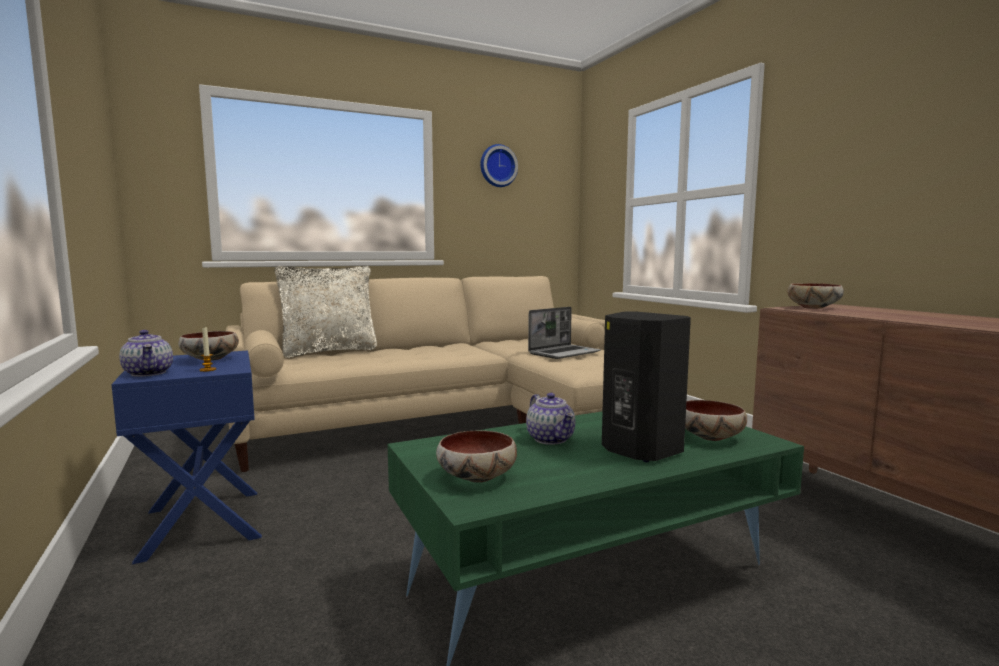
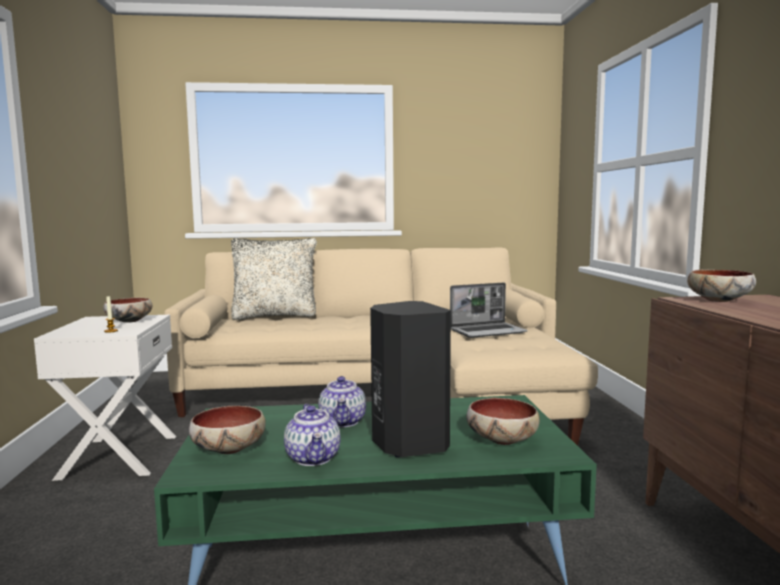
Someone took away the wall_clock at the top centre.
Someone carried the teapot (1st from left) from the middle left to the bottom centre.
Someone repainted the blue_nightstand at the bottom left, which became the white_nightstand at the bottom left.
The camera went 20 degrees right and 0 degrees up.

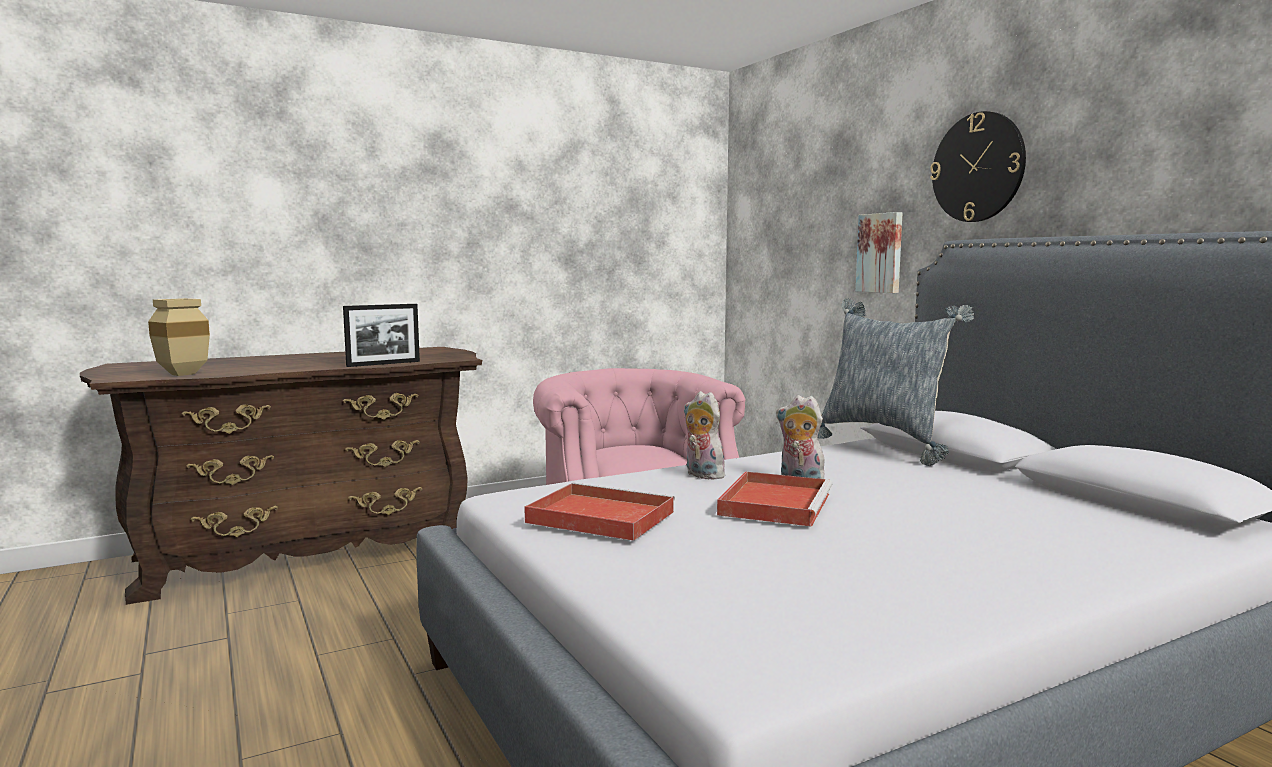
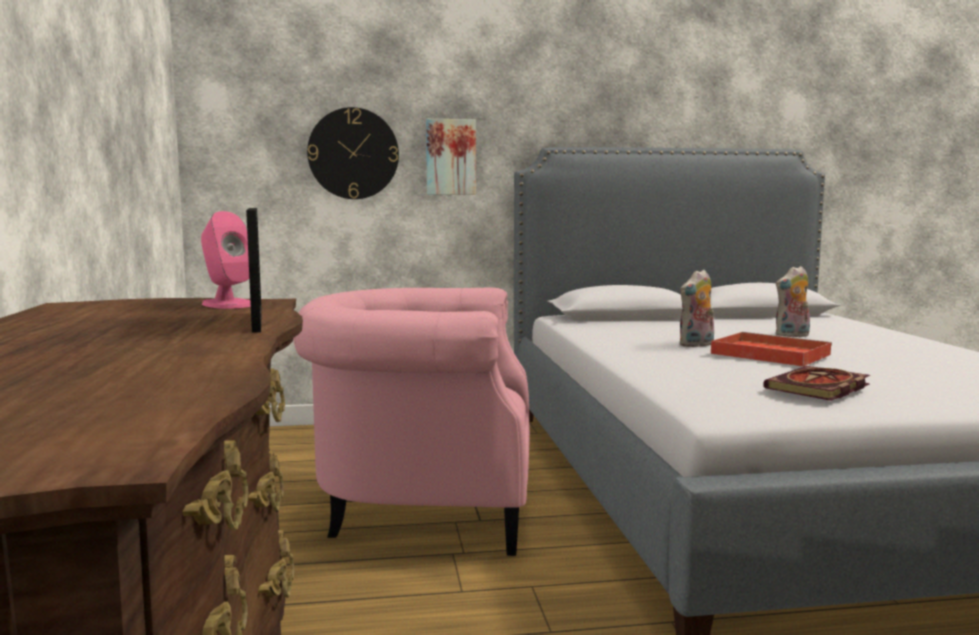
Someone took away the beige_vase at the middle left.
Someone took away the pillow at the middle right.
Someone put down the pink_speaker at the middle left.
Someone carried the plush_toy (1st from left in the first image) from the centre to the middle right.
Someone carried the wall_clock from the top right to the top centre.
Someone swapped the red_tray (1st from left) at the bottom centre for the book at the middle right.
The camera went 70 degrees left and 0 degrees up.

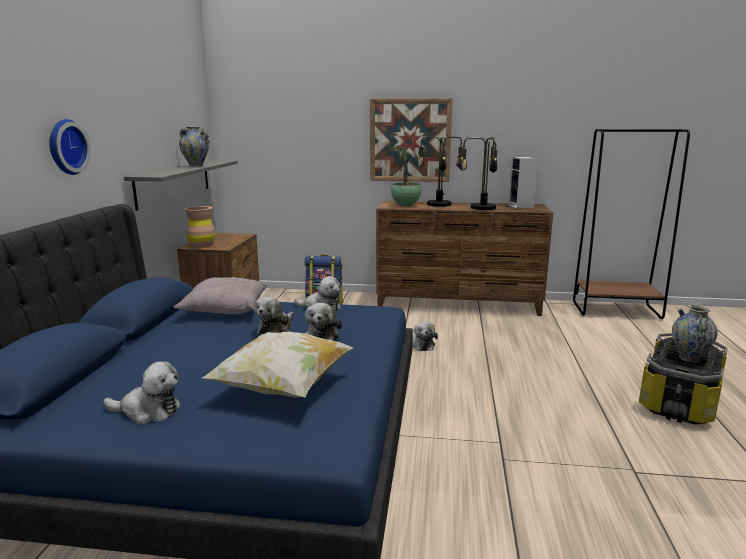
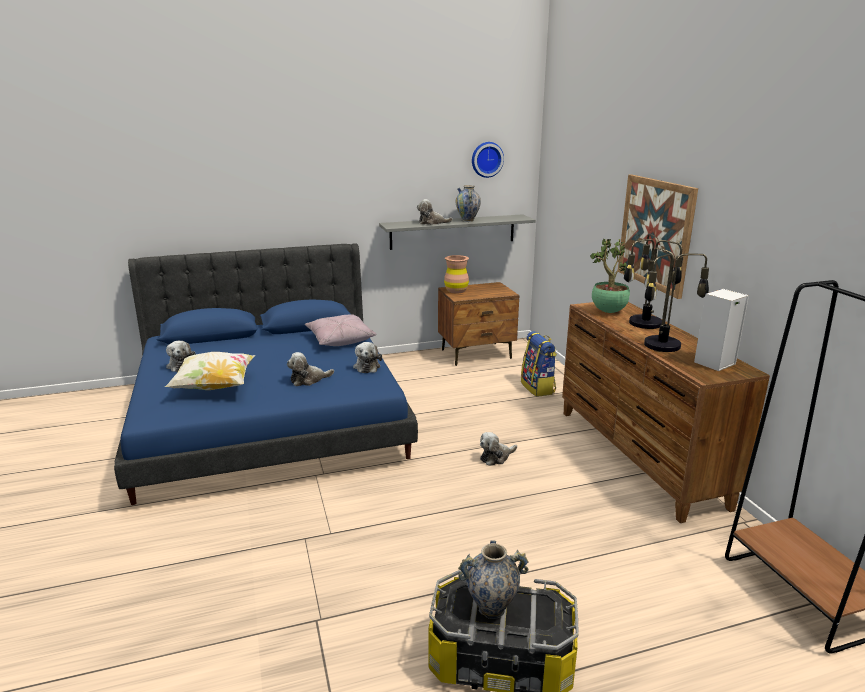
Someone carried the wall_clock from the top left to the top centre.
Someone carried the plush_toy (2nd from left in the first image) from the centre to the top centre.
The camera went 65 degrees right and 5 degrees up.

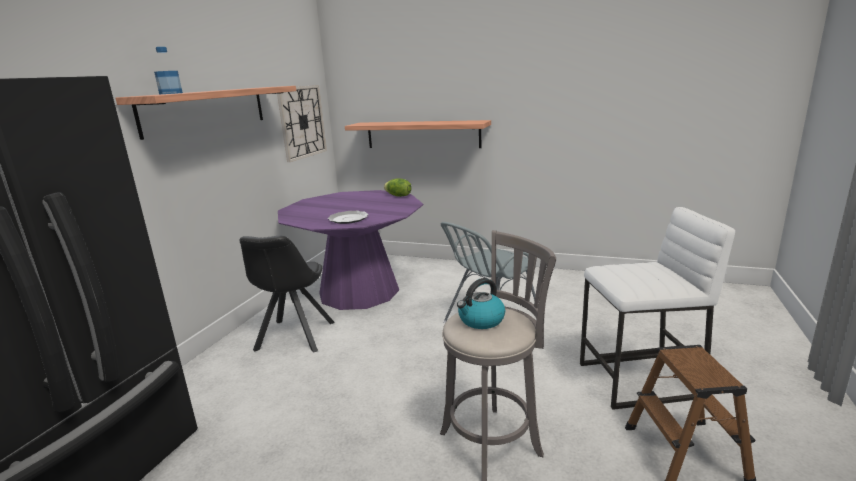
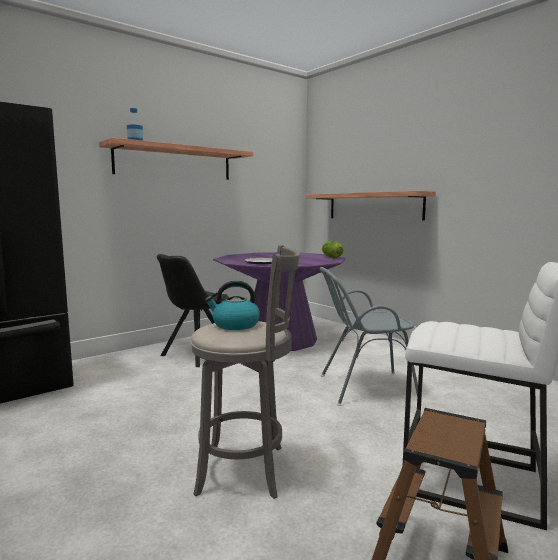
Someone took away the wall_clock at the top centre.
The camera went 30 degrees right and 10 degrees down.

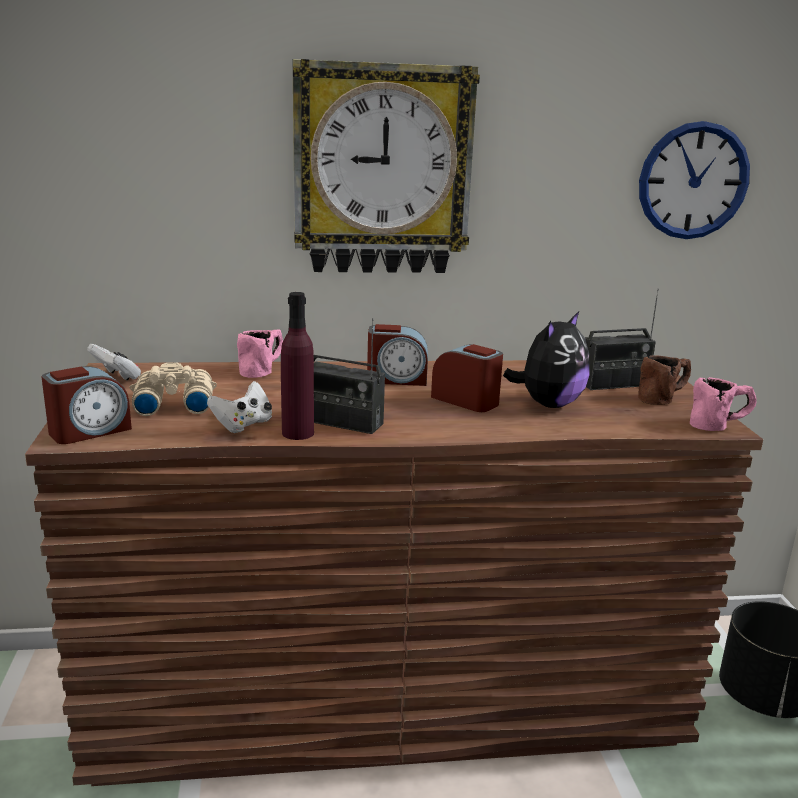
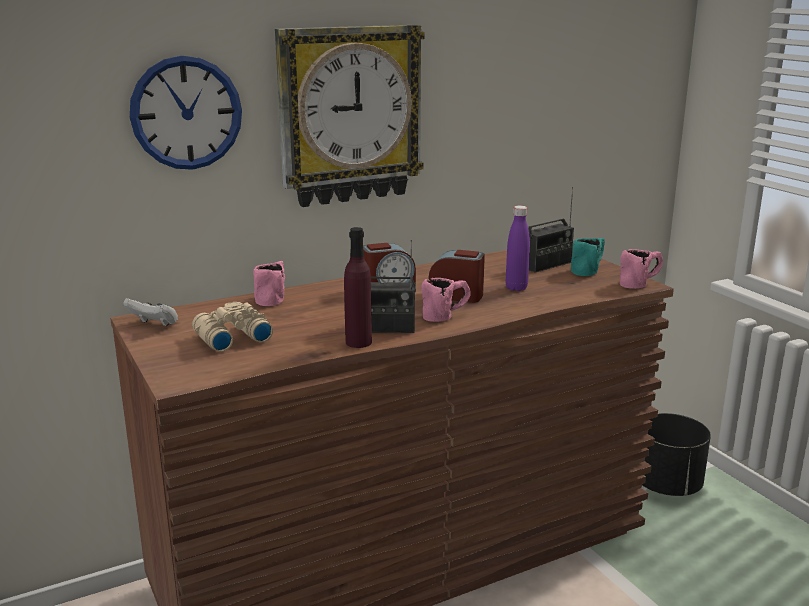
Someone took away the alarm_clock (1st from left) at the middle left.
Someone took away the white_game_controller (2nd from left) at the middle left.
Someone put down the pink_mug (2nd from left) at the centre.
Someone carried the wall_clock (2nd from left in the first image) from the top right to the top left.
Someone swapped the plush_toy at the middle right for the purple_bottle (2nd from left) at the centre.
Someone repainted the brown_mug at the middle right, which became the turquoise_mug at the middle right.
The camera went 20 degrees left and 0 degrees up.

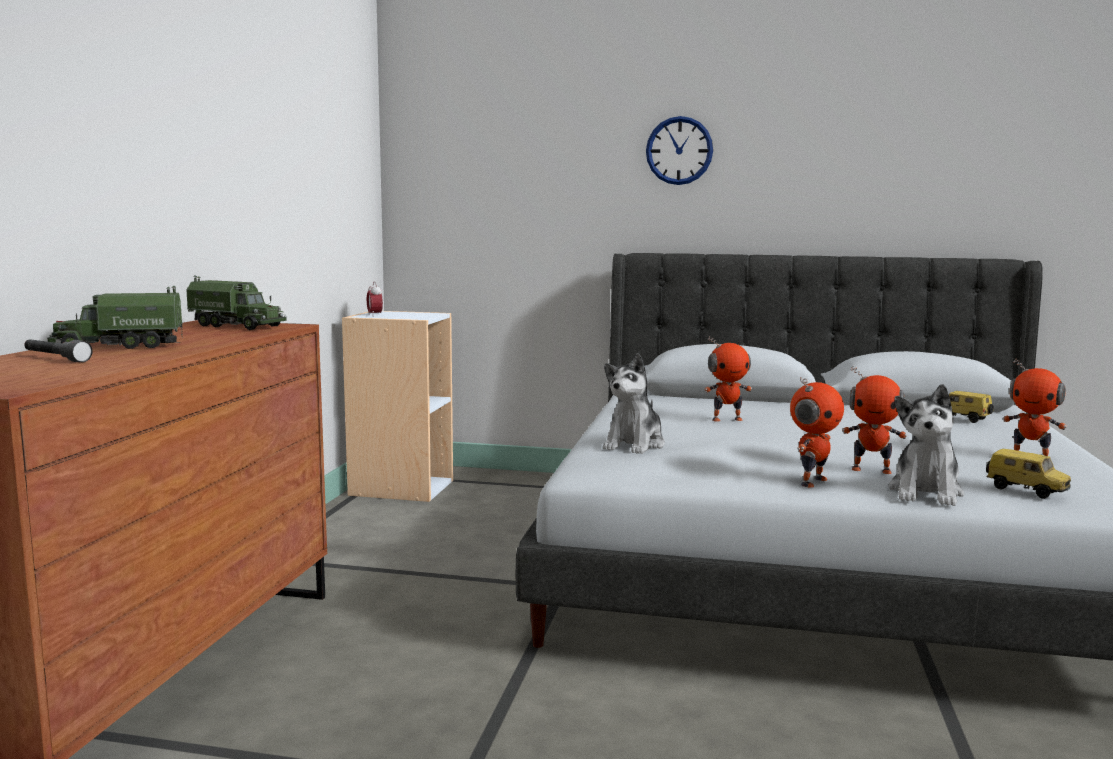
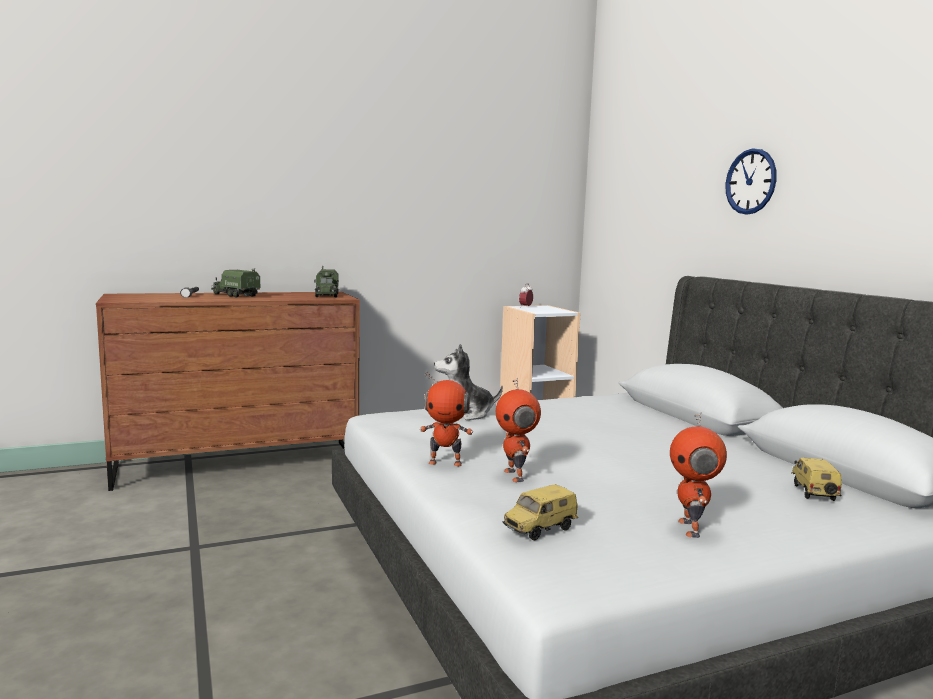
Someone took away the toy_robot (1st from left) at the centre.
Someone took away the plush_toy (2nd from left) at the middle right.
Someone rotated the toy_car (2nd from left in the first image) at the middle right by 45 degrees clockwise.
The camera went 55 degrees right and 0 degrees up.

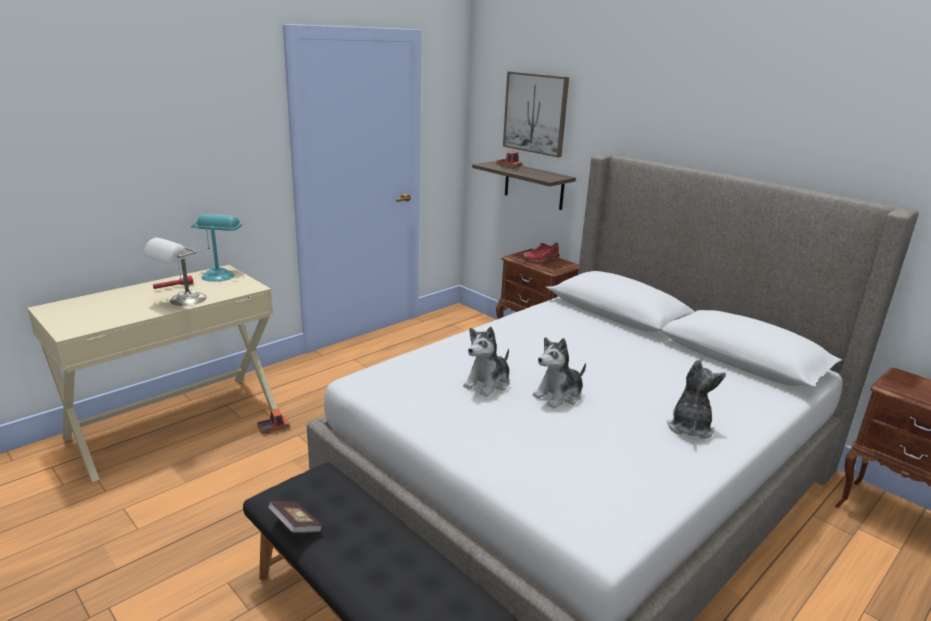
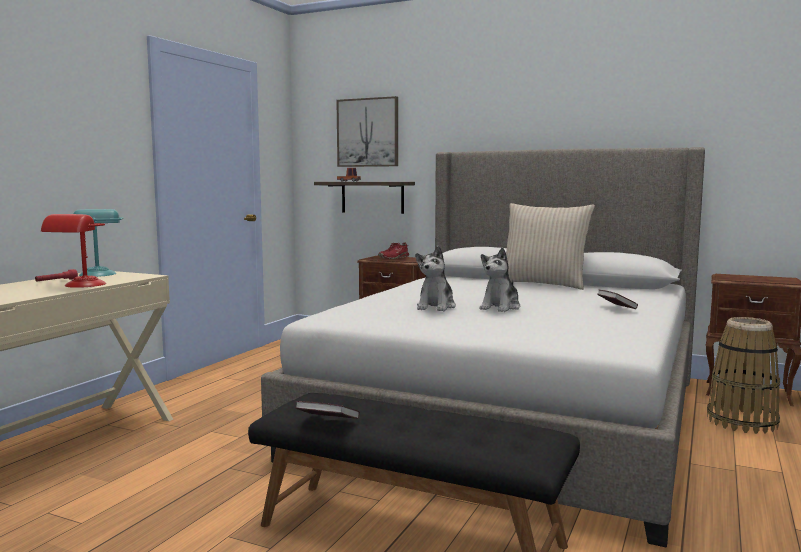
Someone took away the toy_truck (1st from left) at the bottom left.
Someone put down the beige_pillow at the middle right.
Someone put down the basket at the bottom right.
Someone swapped the plush_toy (3rd from left) at the middle right for the book (2nd from left) at the middle right.
Someone repainted the white_table_lamp at the middle left, which became the red_table_lamp at the middle left.
The camera went 20 degrees left and 15 degrees down.

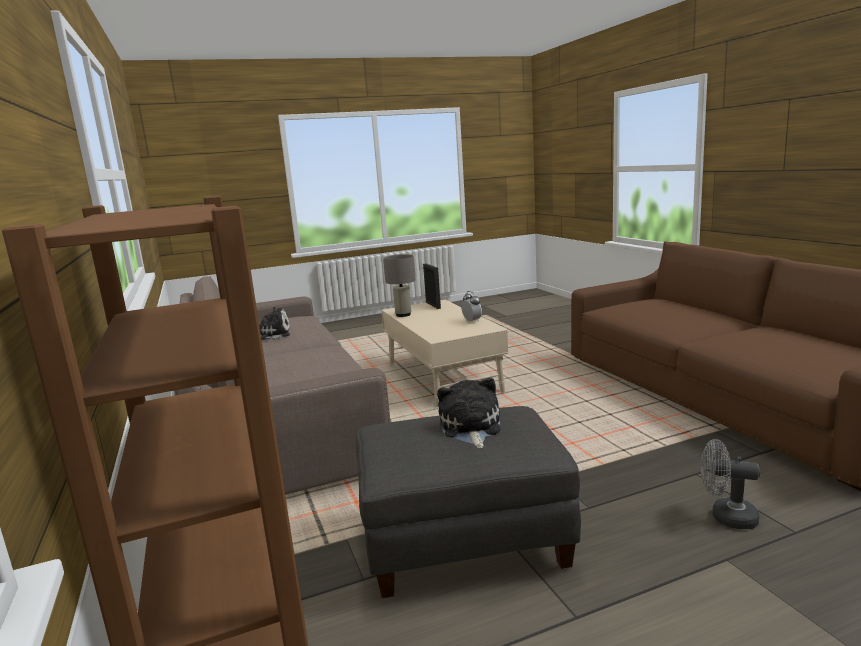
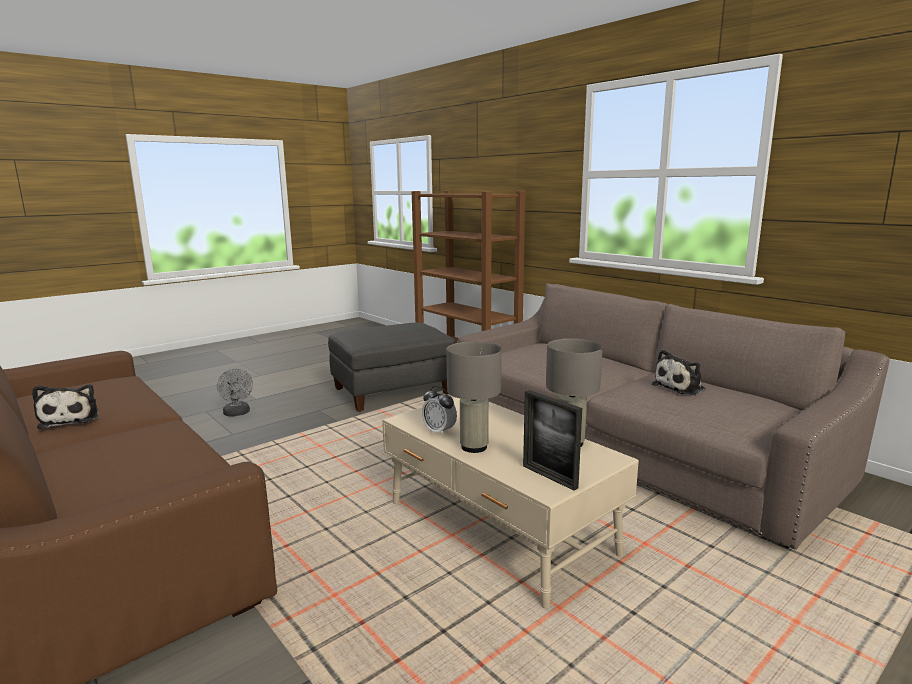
Someone put down the grey_table_lamp (1st from left) at the centre.
Someone carried the plush_toy (2nd from left in the first image) from the centre to the middle left.
Someone rotated the grey_fan at the bottom right by 60 degrees clockwise.
The camera went 160 degrees right and 0 degrees up.

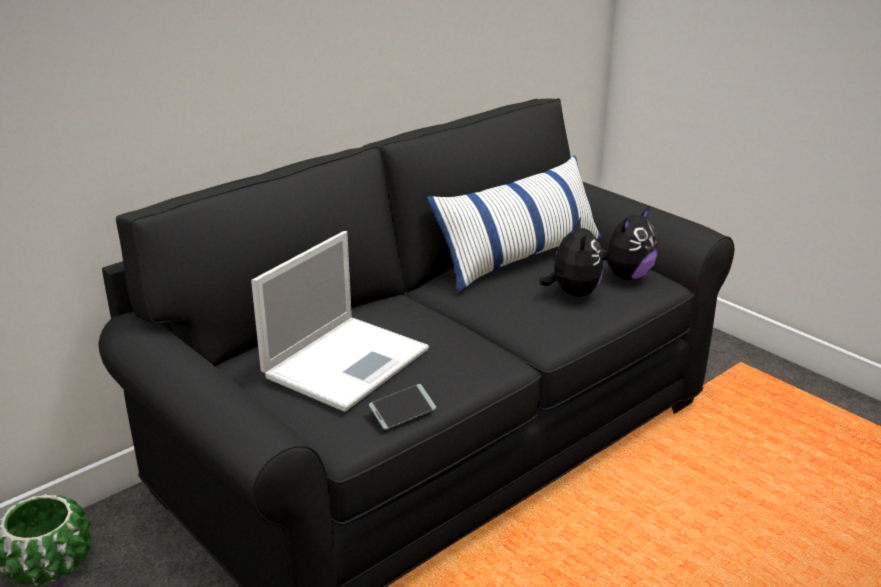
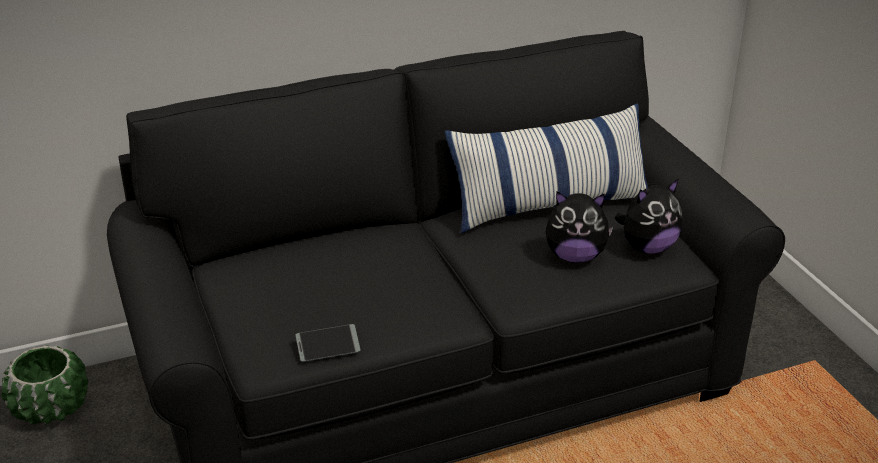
Someone took away the laptop at the centre.
Someone rotated the plush_toy (1st from left) at the centre by 75 degrees clockwise.
The camera went 20 degrees right and 5 degrees up.

